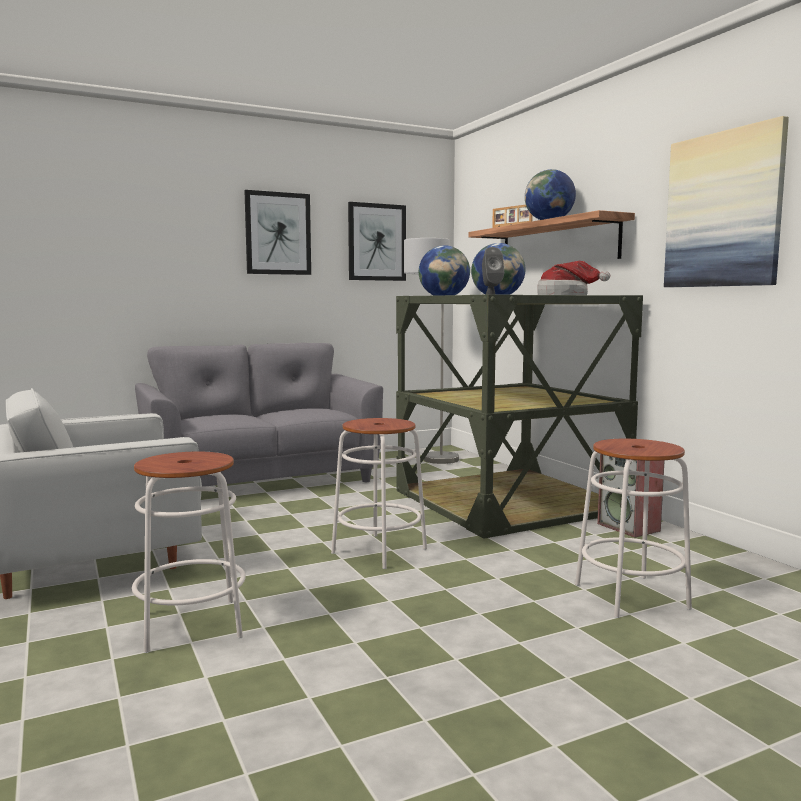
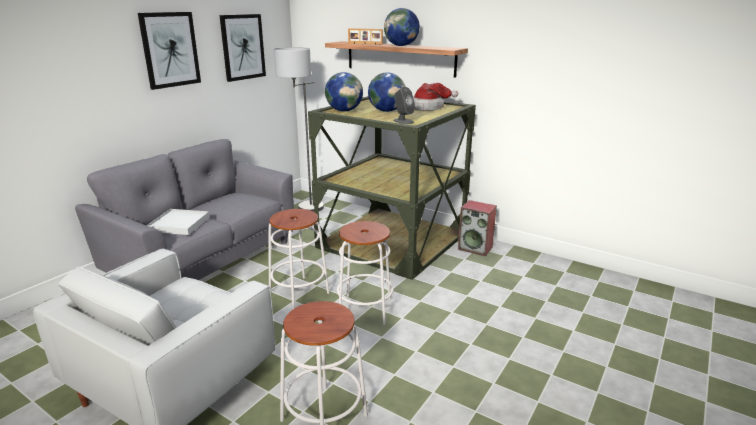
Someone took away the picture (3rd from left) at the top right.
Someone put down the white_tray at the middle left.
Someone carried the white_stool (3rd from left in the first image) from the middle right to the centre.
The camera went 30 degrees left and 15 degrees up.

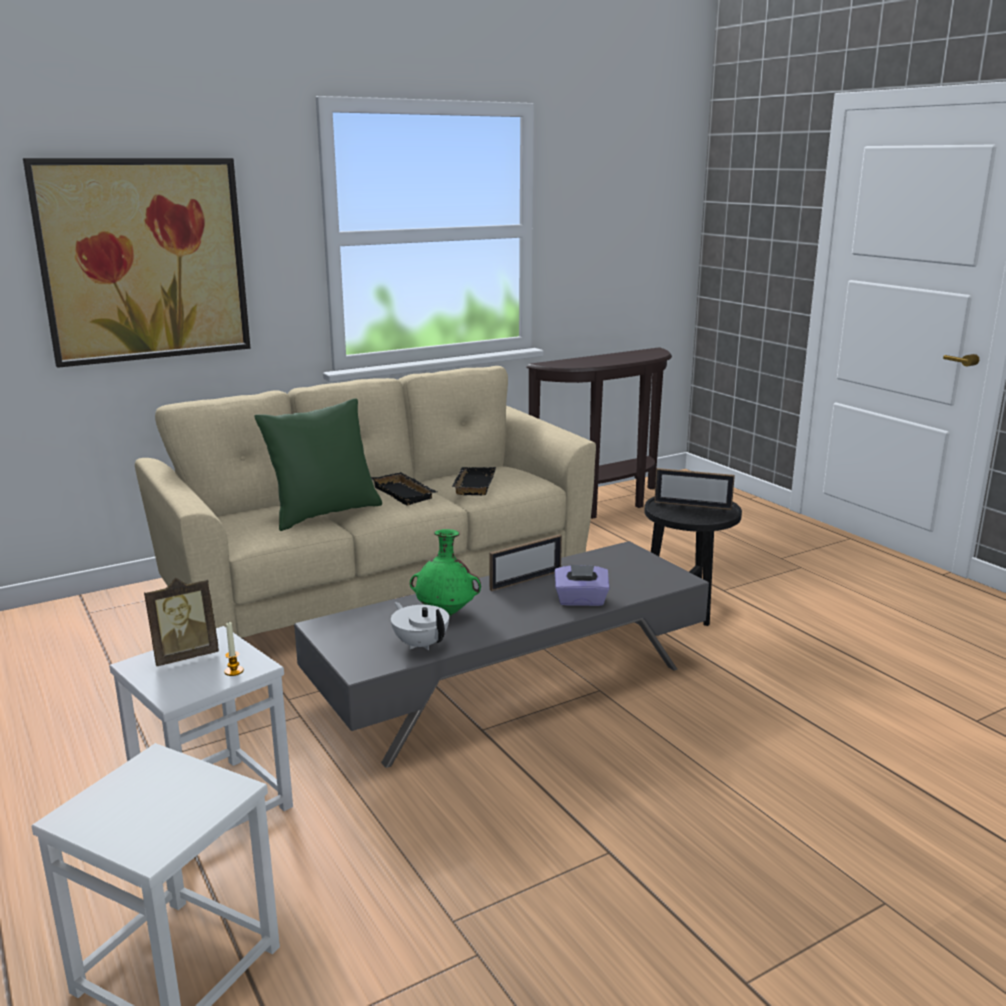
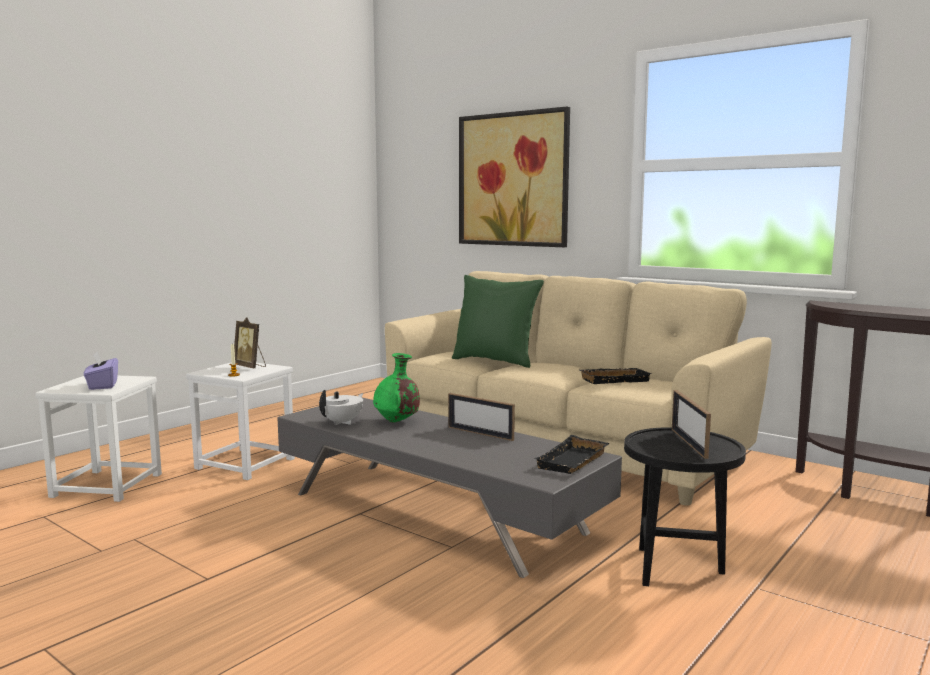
Someone carried the black_tray (1st from left) from the centre to the bottom centre.
Someone carried the purple_tissue_box from the centre to the middle left.
The camera went 70 degrees right and 10 degrees down.

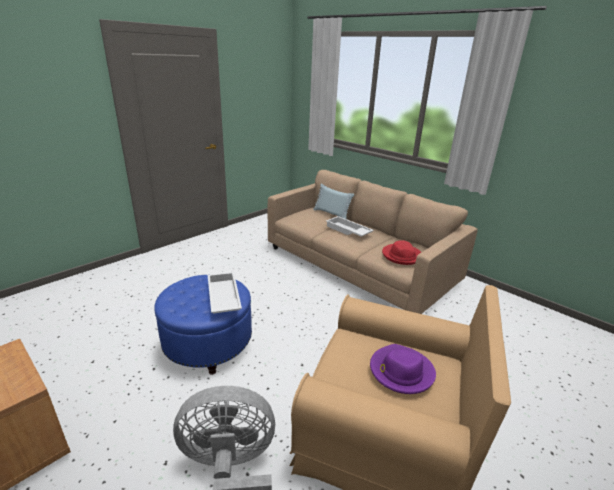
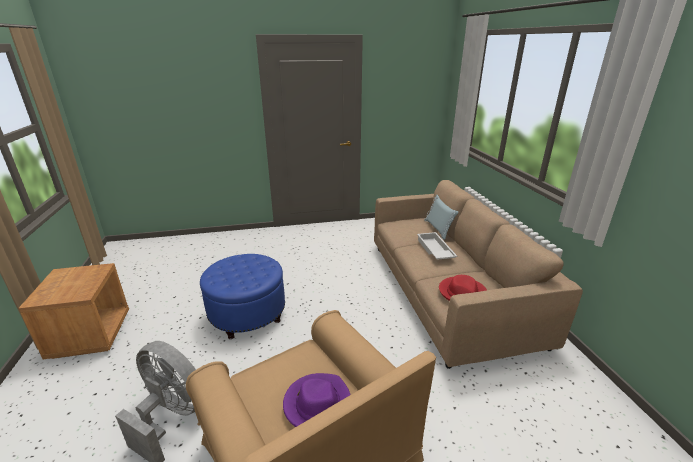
Someone took away the white_tray (1st from left) at the centre.
The camera went 35 degrees right and 0 degrees up.

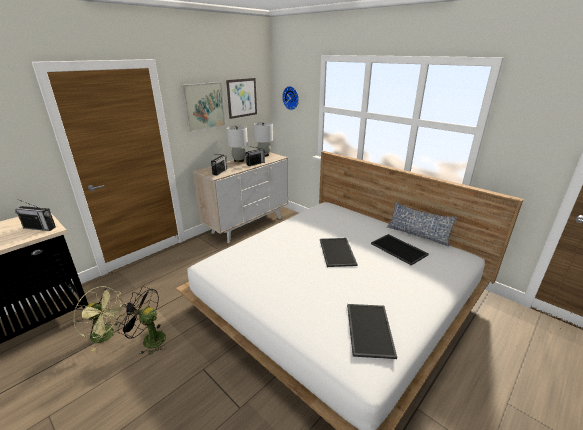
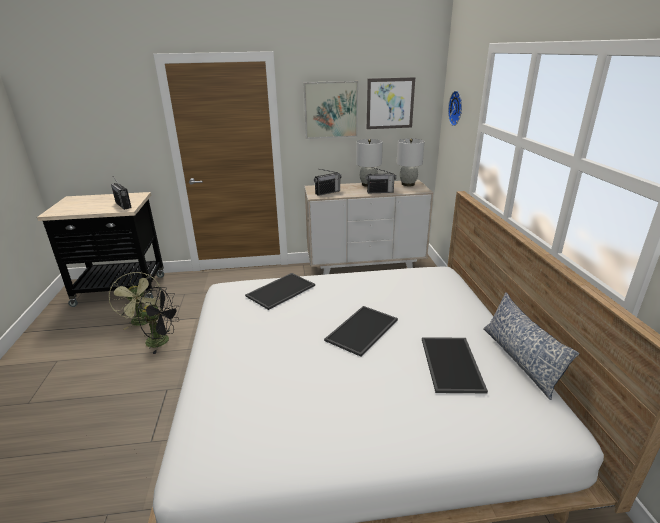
Someone carried the tray (2nd from left in the first image) from the bottom centre to the centre.
Someone rotated the black_fan at the bottom left by 135 degrees clockwise.
The camera went 40 degrees right and 0 degrees up.

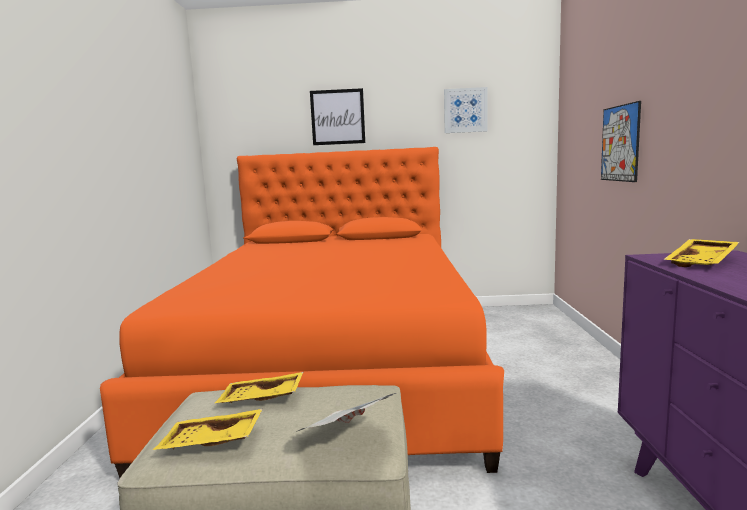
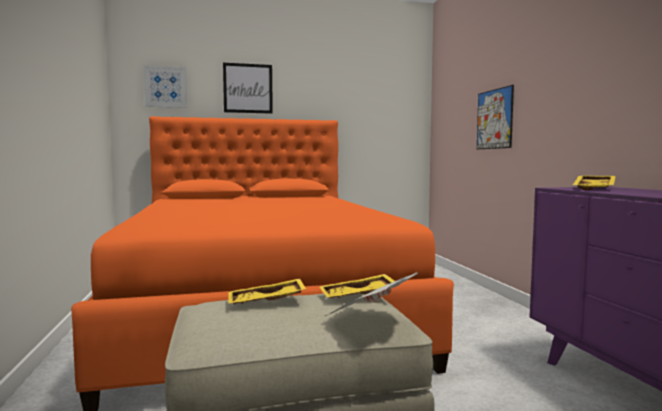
Someone carried the yellow_tray (1st from left in the first image) from the bottom left to the bottom centre.
Someone carried the picture (2nd from left in the first image) from the top centre to the top left.
The camera went 15 degrees left and 5 degrees down.

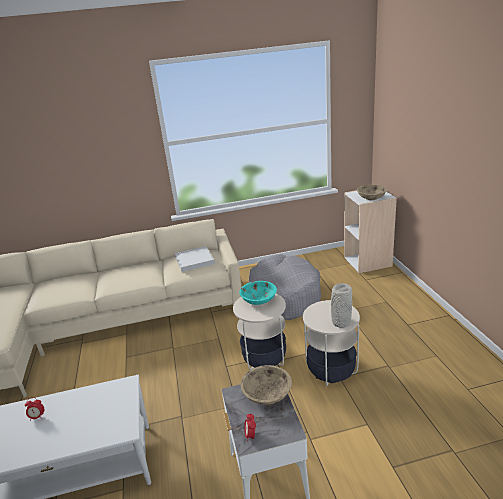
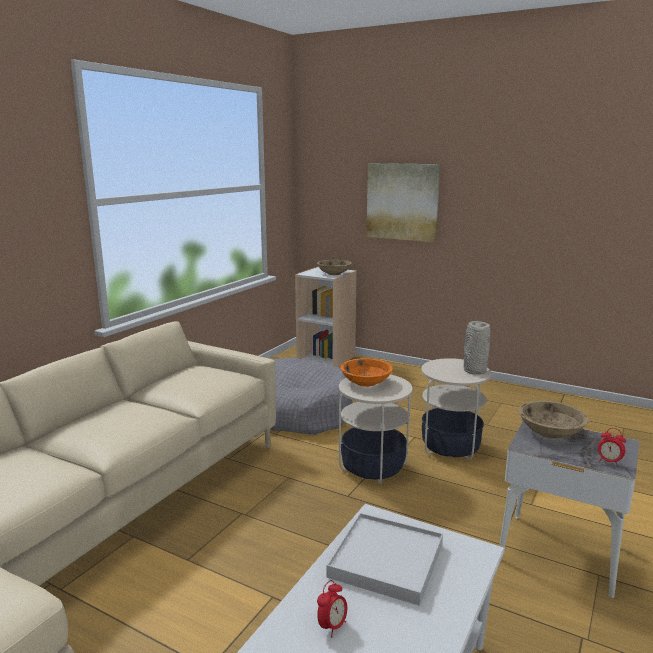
Someone put up the picture at the top centre.
Someone carried the white_tray from the centre to the bottom centre.
Someone repainted the turquoise_bowl at the centre, which became the orange_bowl at the centre.
The camera went 50 degrees left and 10 degrees down.

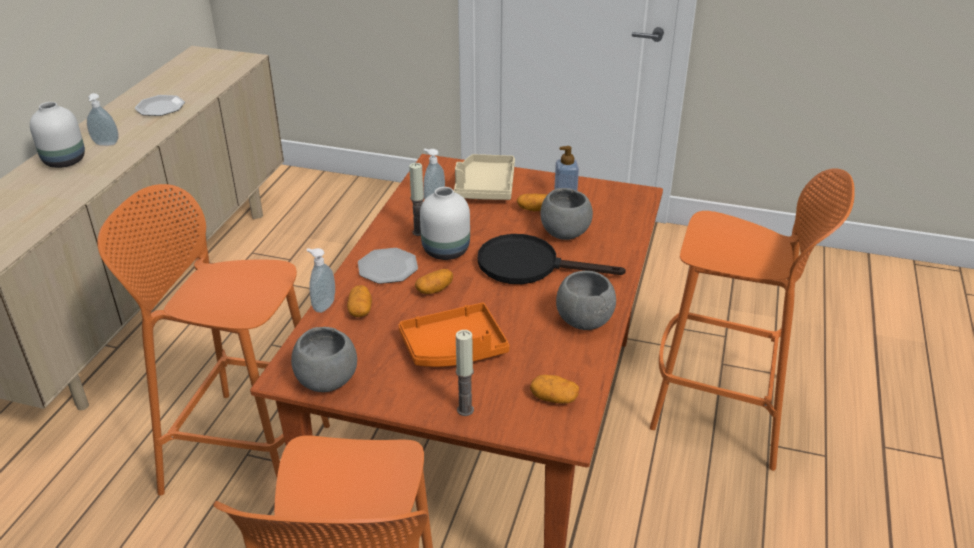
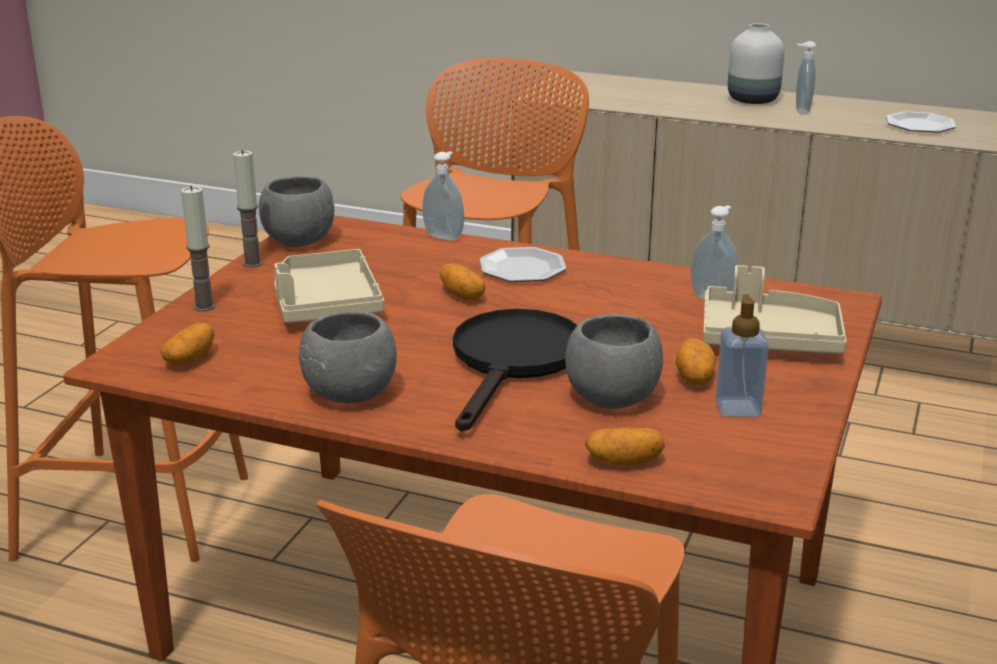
Someone took away the white_vase (2nd from left) at the centre.
Someone carried the potato (1st from left in the first image) from the centre to the bottom centre.
Someone carried the candle (1st from left in the first image) from the centre to the top left.
Someone repainted the orange_tray at the centre, which became the beige_tray (1st from left) at the middle left.
The camera went 95 degrees right and 10 degrees down.

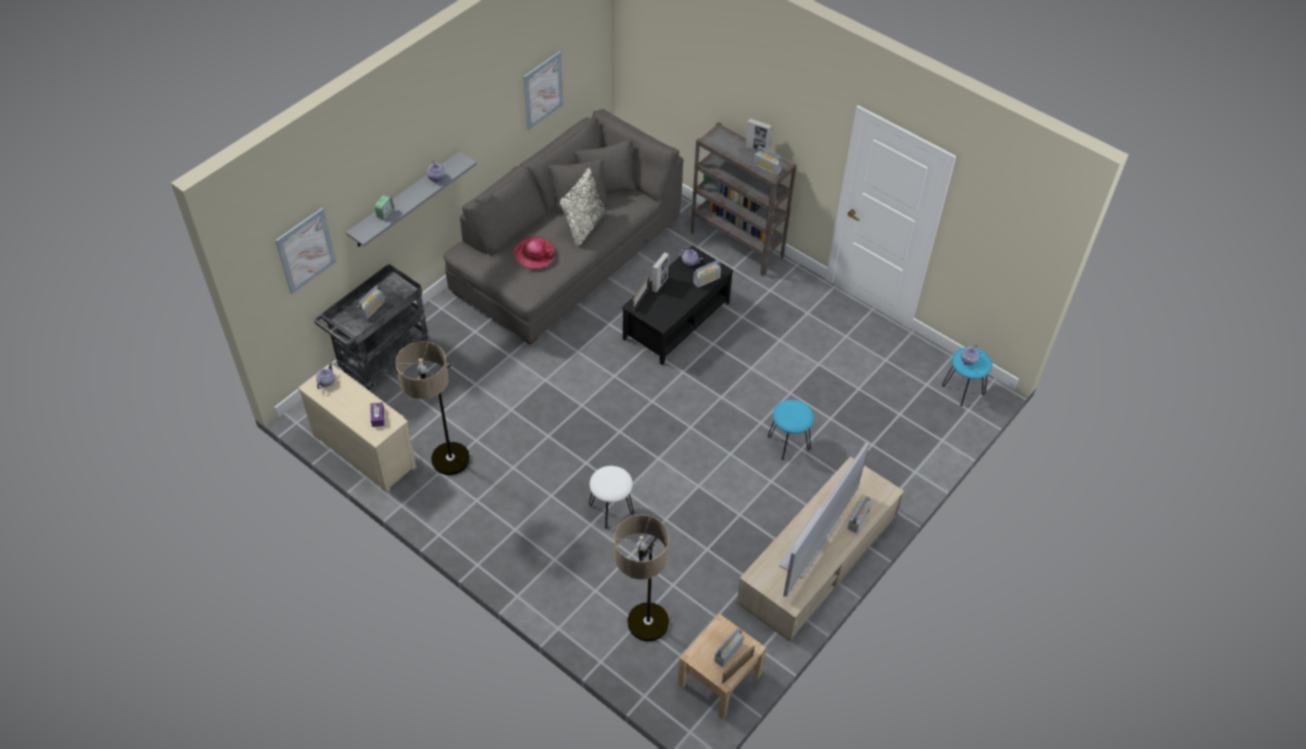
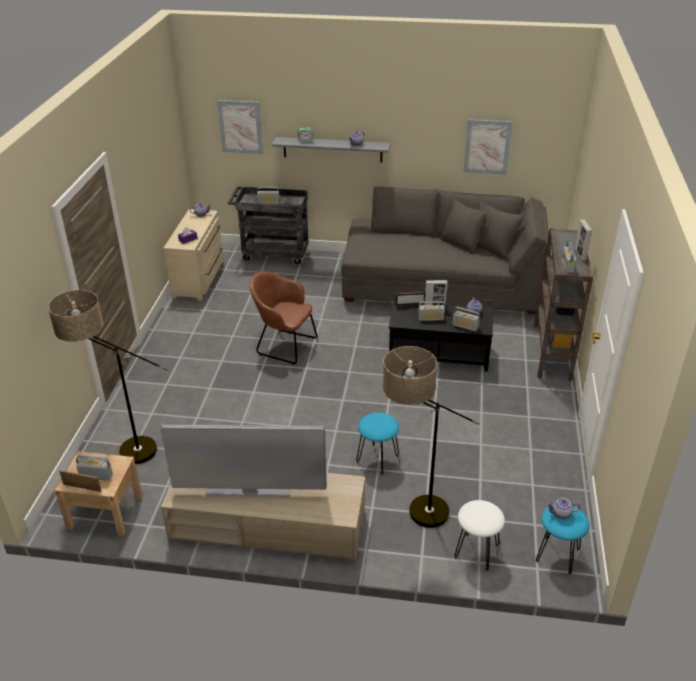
Someone took away the hat at the centre.
Someone took away the beige_pillow at the top centre.
Someone put down the brown_armchair at the centre.
Someone carried the floor_lamp (1st from left in the first image) from the middle left to the centre.
Someone carried the white_stool from the centre to the bottom right.
Someone carried the radio (5th from left in the first image) from the bottom centre to the centre.
The camera went 60 degrees right and 15 degrees down.

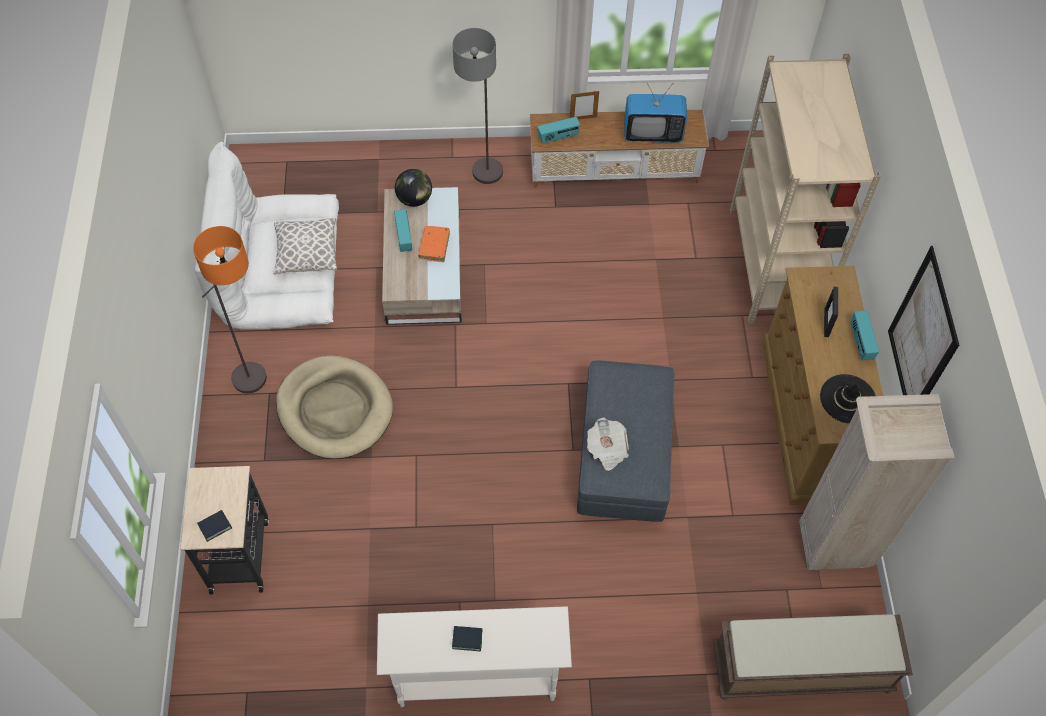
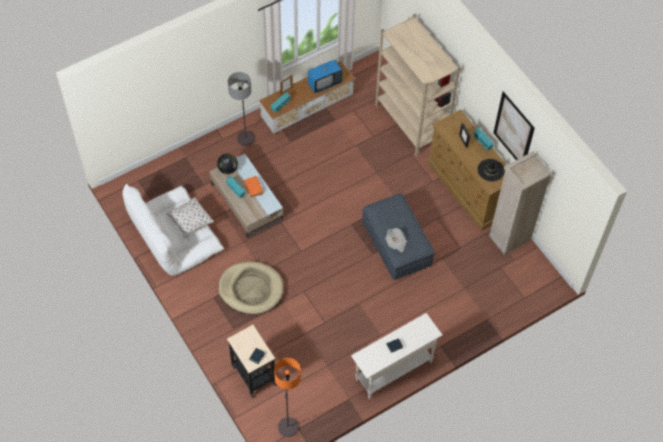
Someone took away the brown_bench at the bottom right.
Someone carried the orange_floor_lamp from the middle left to the bottom centre.
The camera went 30 degrees left and 0 degrees up.

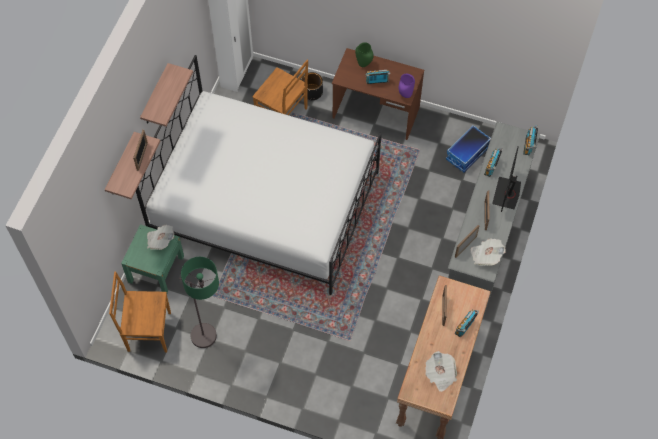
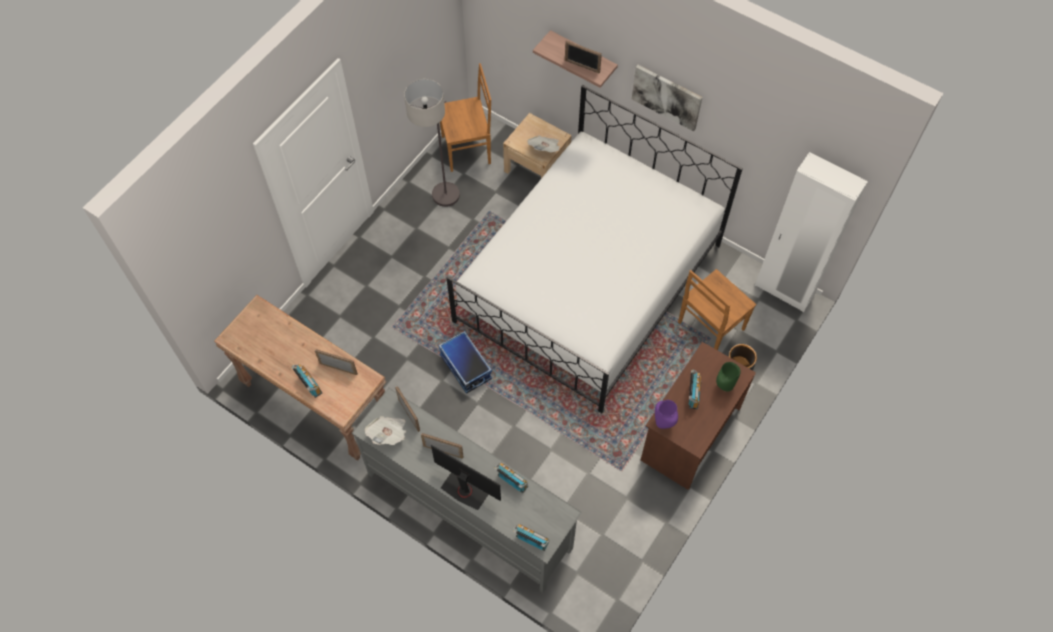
Someone took away the newspaper (2nd from left) at the bottom right.
Someone carried the storage_box from the middle right to the centre.
Someone swapped the shelf (2nd from left) at the top left for the picture at the top centre.
Someone repainted the green_nightstand at the middle left, which became the beige_nightstand at the top centre.
Someone repainted the green_floor_lamp at the bottom left, which became the grey_floor_lamp at the top centre.
Someone rotated the brown_chair (1st from left) at the bottom left by 60 degrees clockwise.
The camera went 105 degrees right and 0 degrees up.

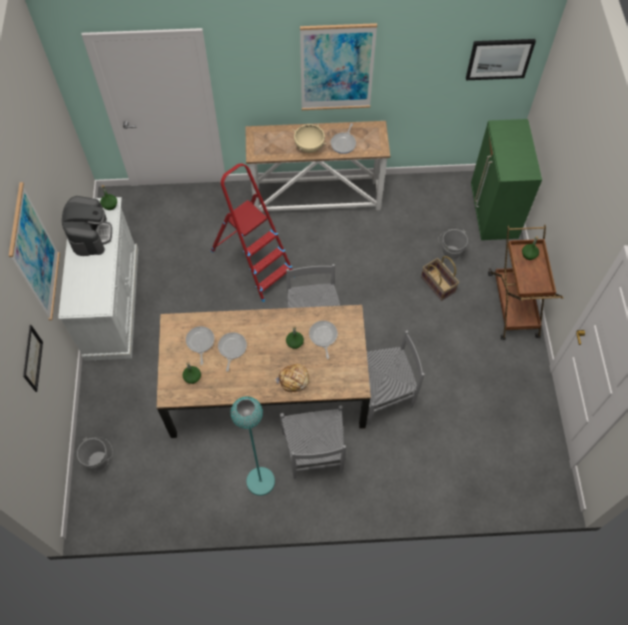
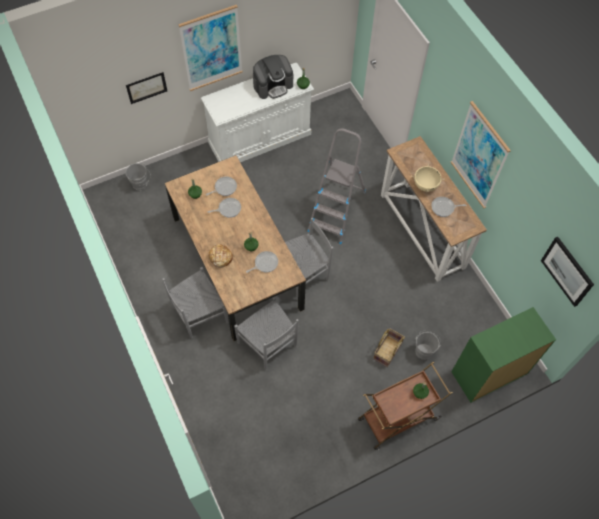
Someone took away the turquoise_floor_lamp at the bottom centre.
Someone repainted the red_step_ladder at the centre, which became the grey_step_ladder at the centre.
The camera went 65 degrees right and 0 degrees up.

